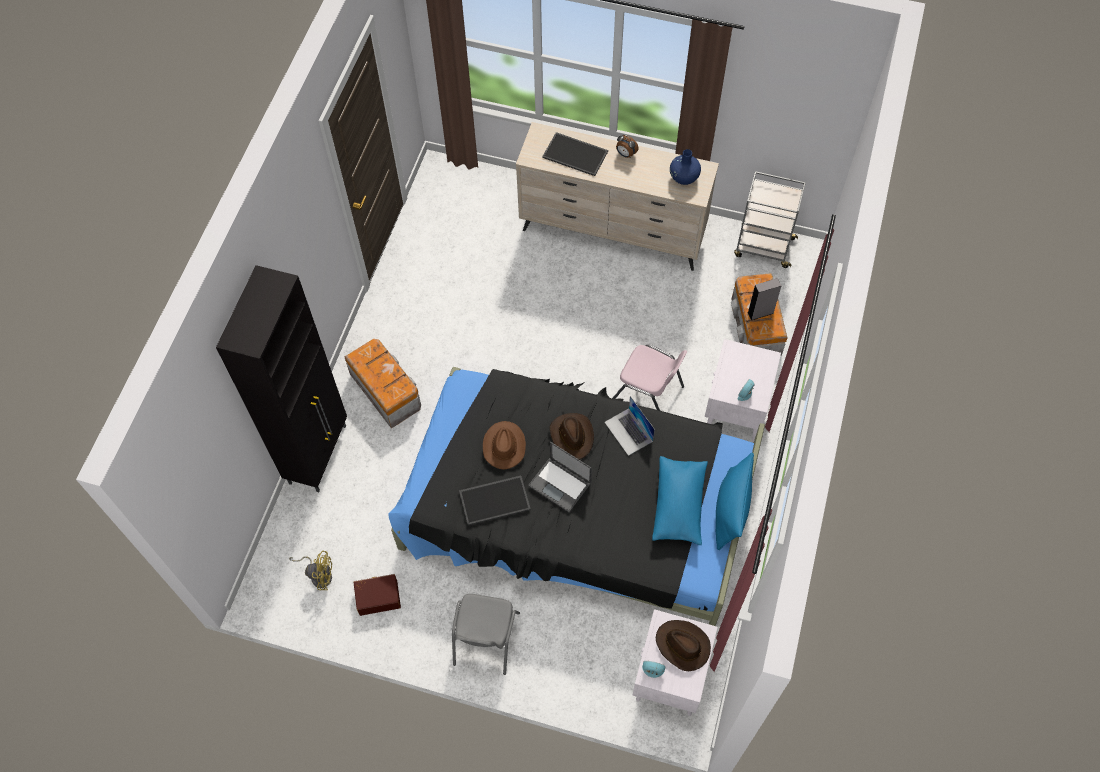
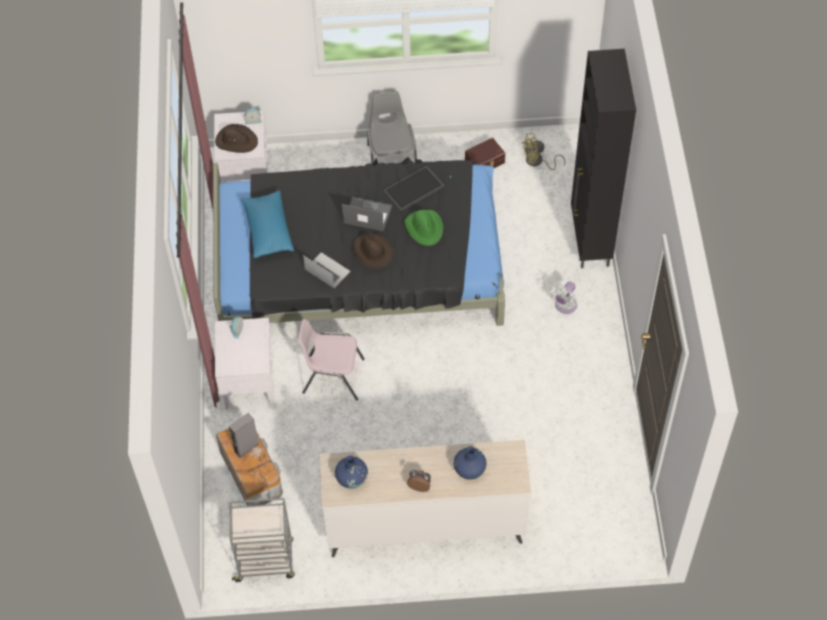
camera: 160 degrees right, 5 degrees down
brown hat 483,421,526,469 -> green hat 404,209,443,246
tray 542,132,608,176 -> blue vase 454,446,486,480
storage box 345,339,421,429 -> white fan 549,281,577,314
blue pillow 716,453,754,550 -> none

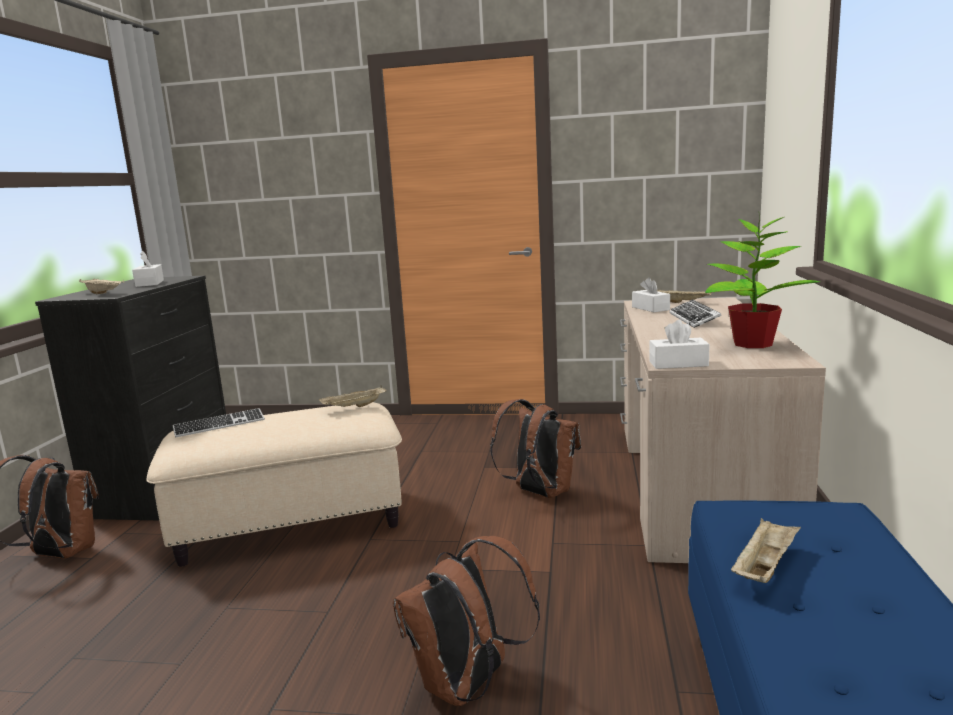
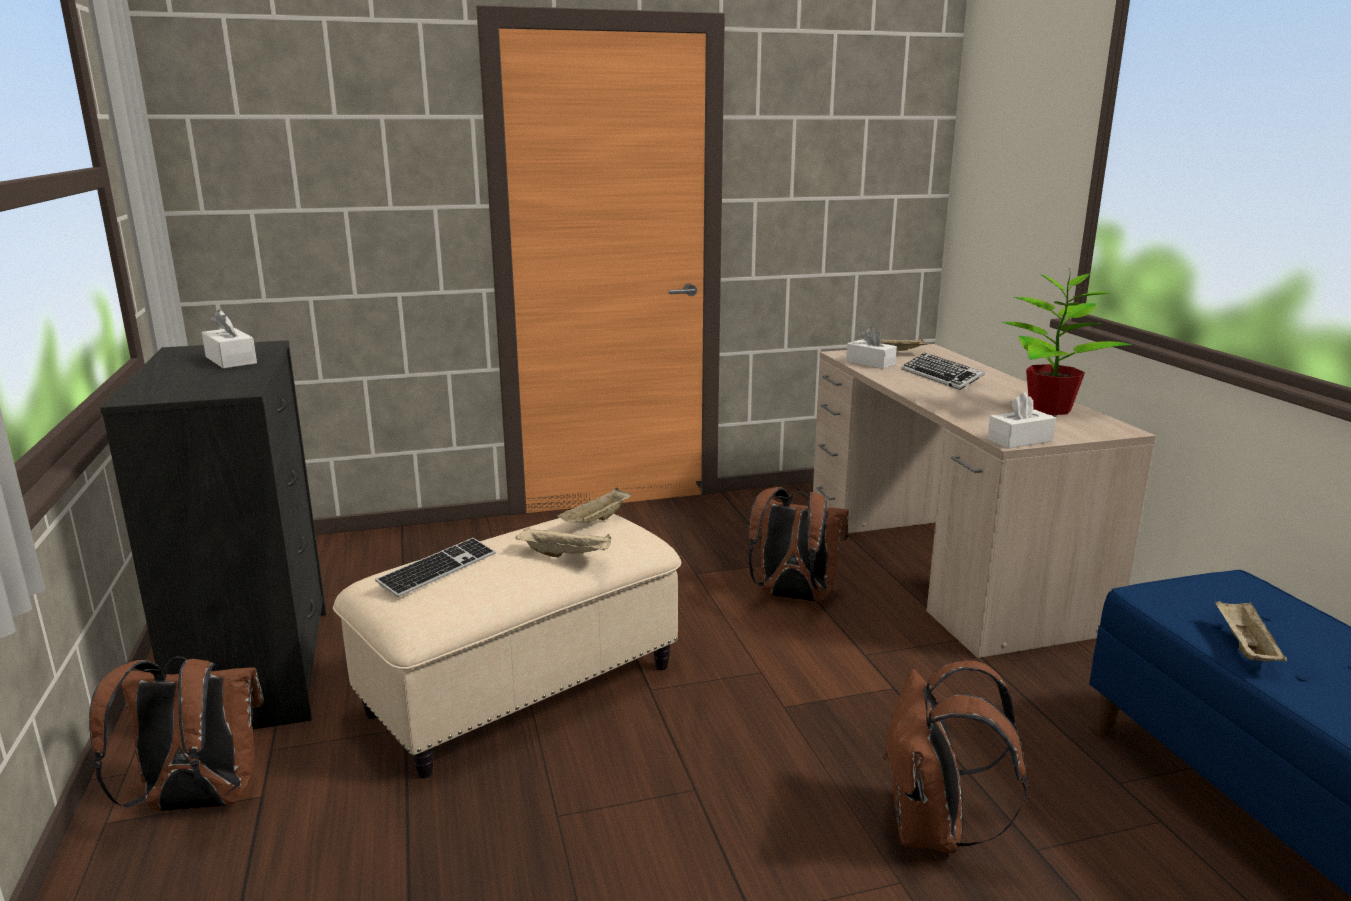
camera: 25 degrees left, 5 degrees up
beige tray 79,278,125,294 -> beige tray 516,527,611,558, shifted

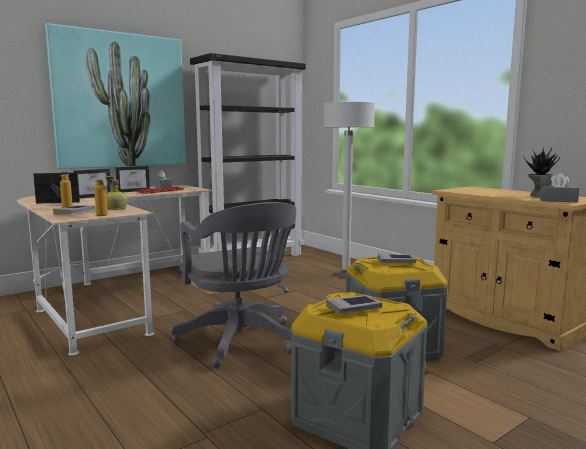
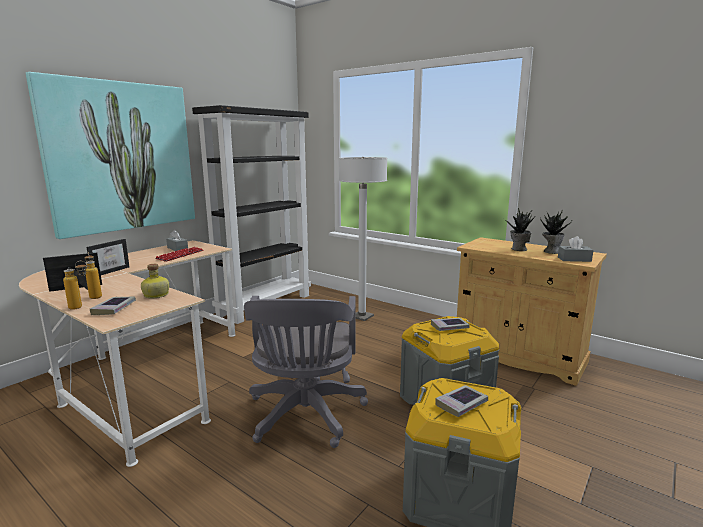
camera: 15 degrees left, 5 degrees up
bottle 94,171,115,216 -> bottle 63,261,87,310, shifted
grey office chair 172,202,296,367 -> grey office chair 244,296,368,448, 45 degrees clockwise
none -> potted plant 504,208,535,251
picture frame 115,166,150,193 -> none

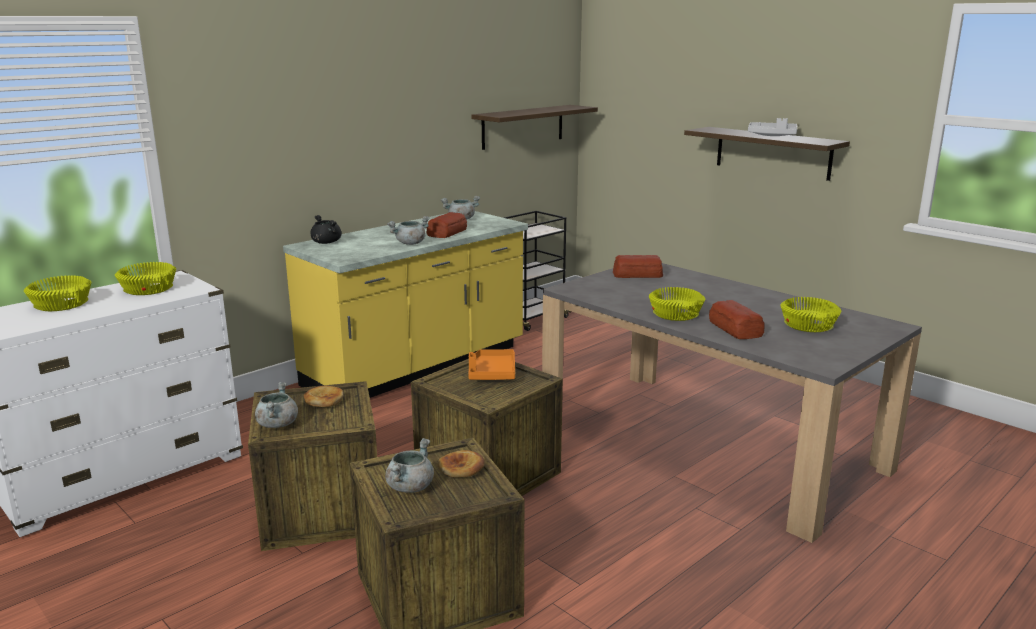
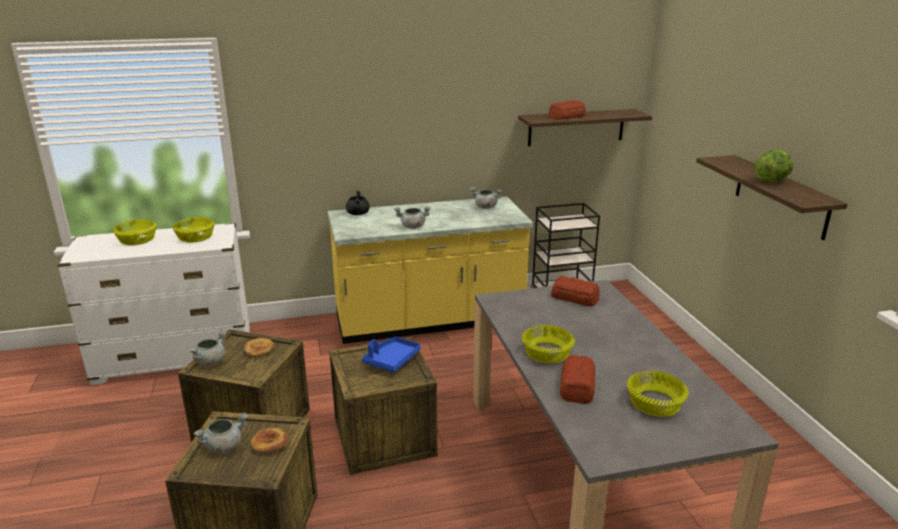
camera: 30 degrees right, 5 degrees up
orange tray 468,349,515,380 -> blue tray 362,337,421,373
bread 427,212,467,238 -> bread 549,100,586,120, shifted
grey tray 748,118,797,136 -> lettuce 754,149,793,182

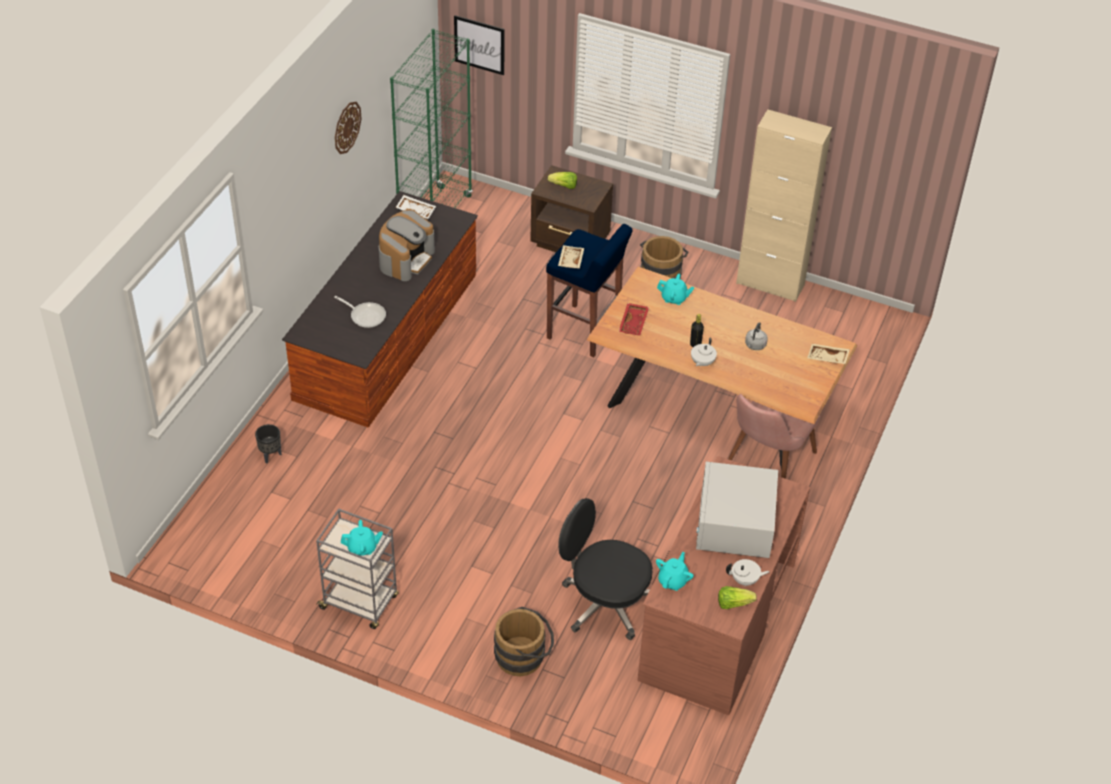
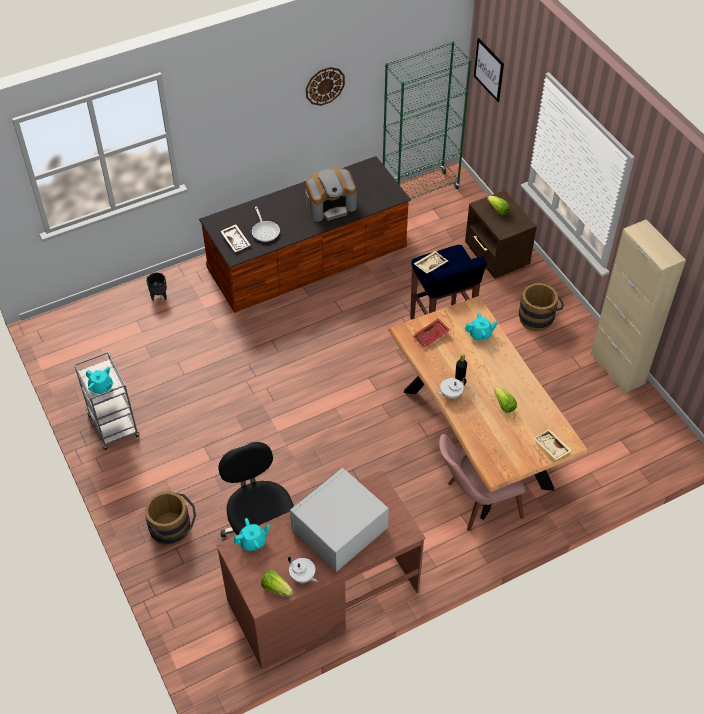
camera: 40 degrees right, 5 degrees up
white tray 396,195,436,219 -> white tray 220,224,250,252, shifted
turquoise teapot 657,274,694,305 -> turquoise teapot 465,312,498,340, 60 degrees counterclockwise
grey kettle 745,322,768,350 -> lettuce 494,386,517,413

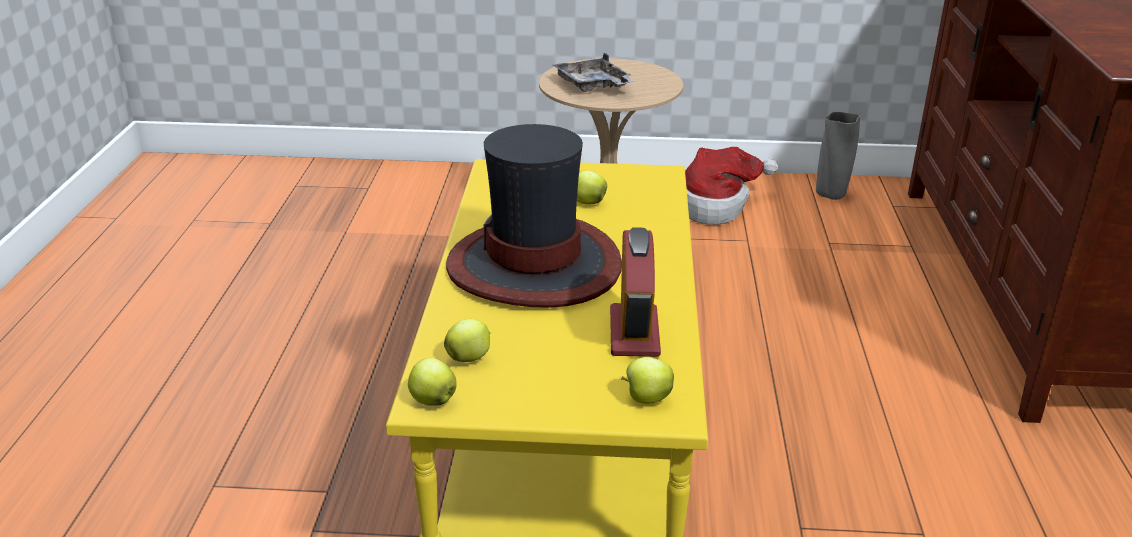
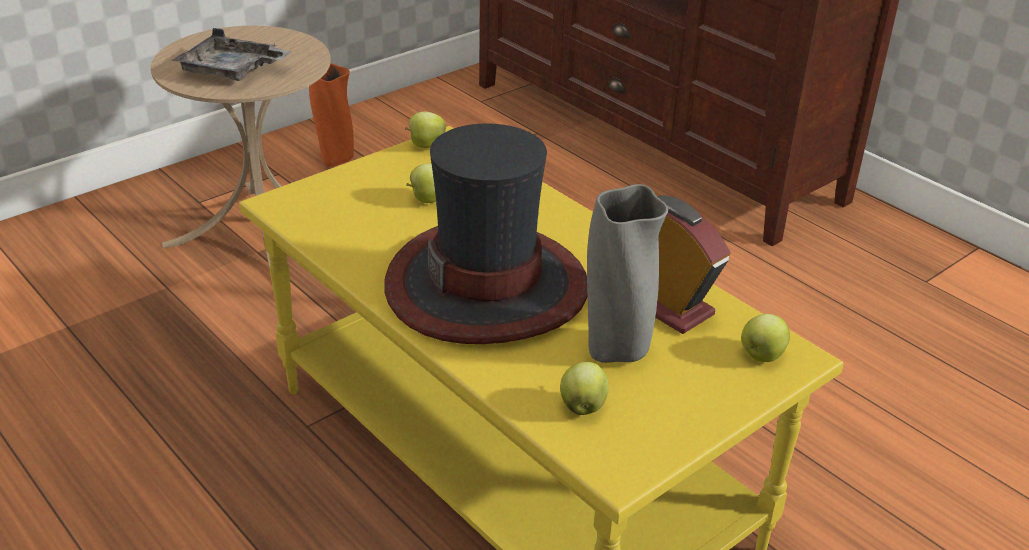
camera: 45 degrees left, 5 degrees up
hat 685,147,778,225 -> orange vase 309,63,354,167
apple 408,358,457,406 -> apple 405,112,446,148, shifted
grey vase 816,111,860,200 -> grey vase 587,184,668,363, shifted

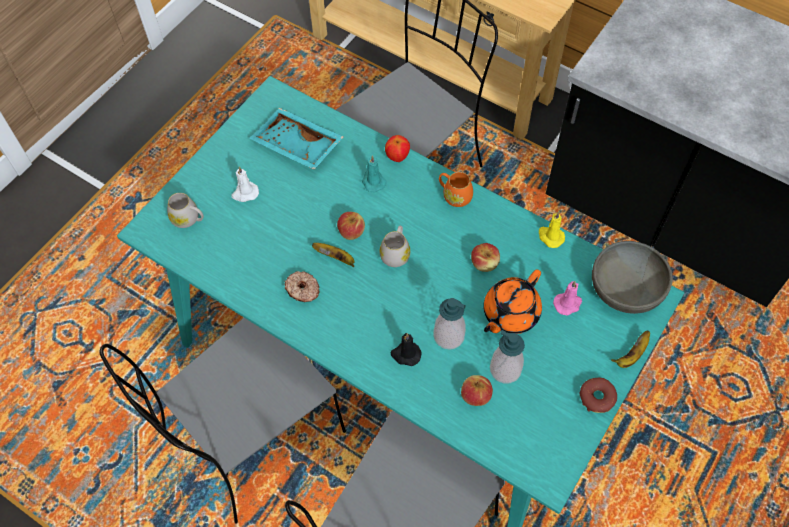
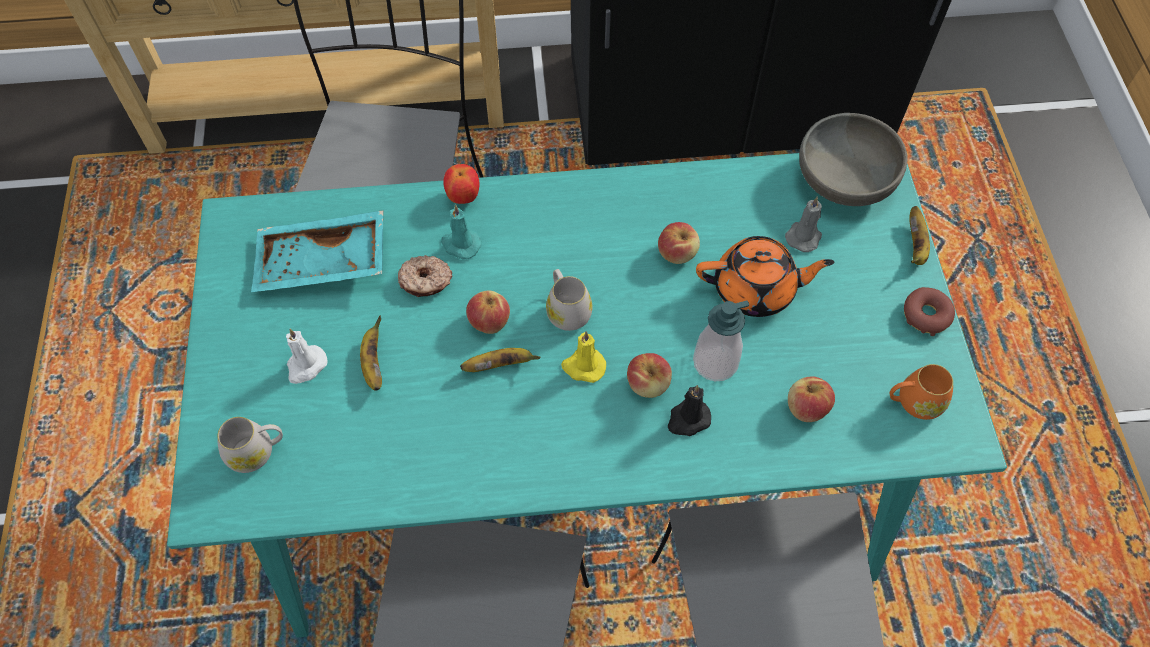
camera: 40 degrees left, 0 degrees up
none -> banana 360,315,382,391
donut 284,271,319,302 -> donut 398,255,452,297, shifted
yellow candle 539,212,565,248 -> yellow candle 561,331,606,383, shifted
none -> apple 627,353,672,398
orange teapot 483,269,542,334 -> orange teapot 696,236,835,317, 90 degrees counterclockwise
pink candle 553,281,582,316 -> grey candle 785,196,822,252
orange mug 439,172,473,207 -> orange mug 890,364,953,420, shifted
soap dispenser 490,330,525,384 -> none

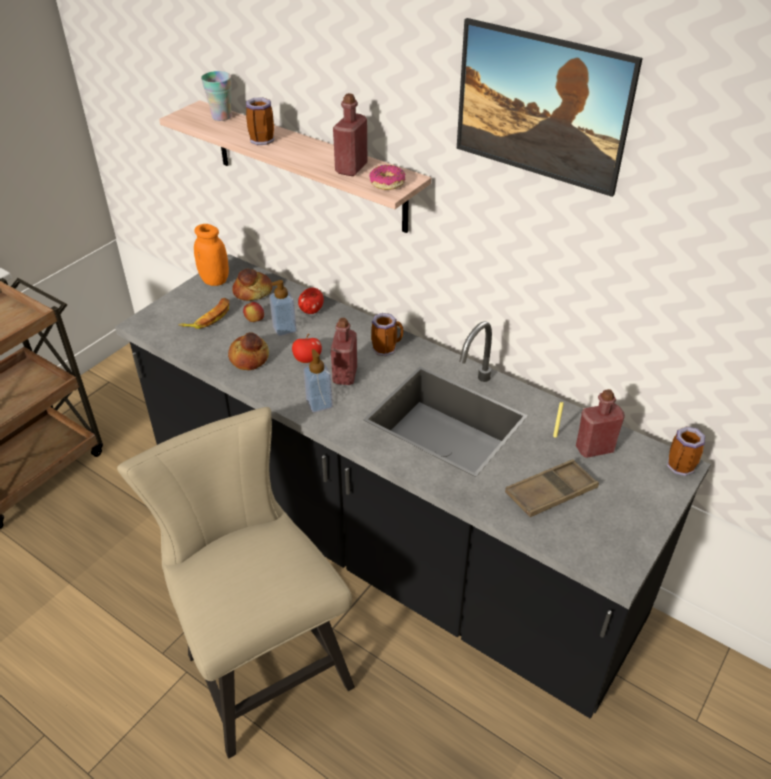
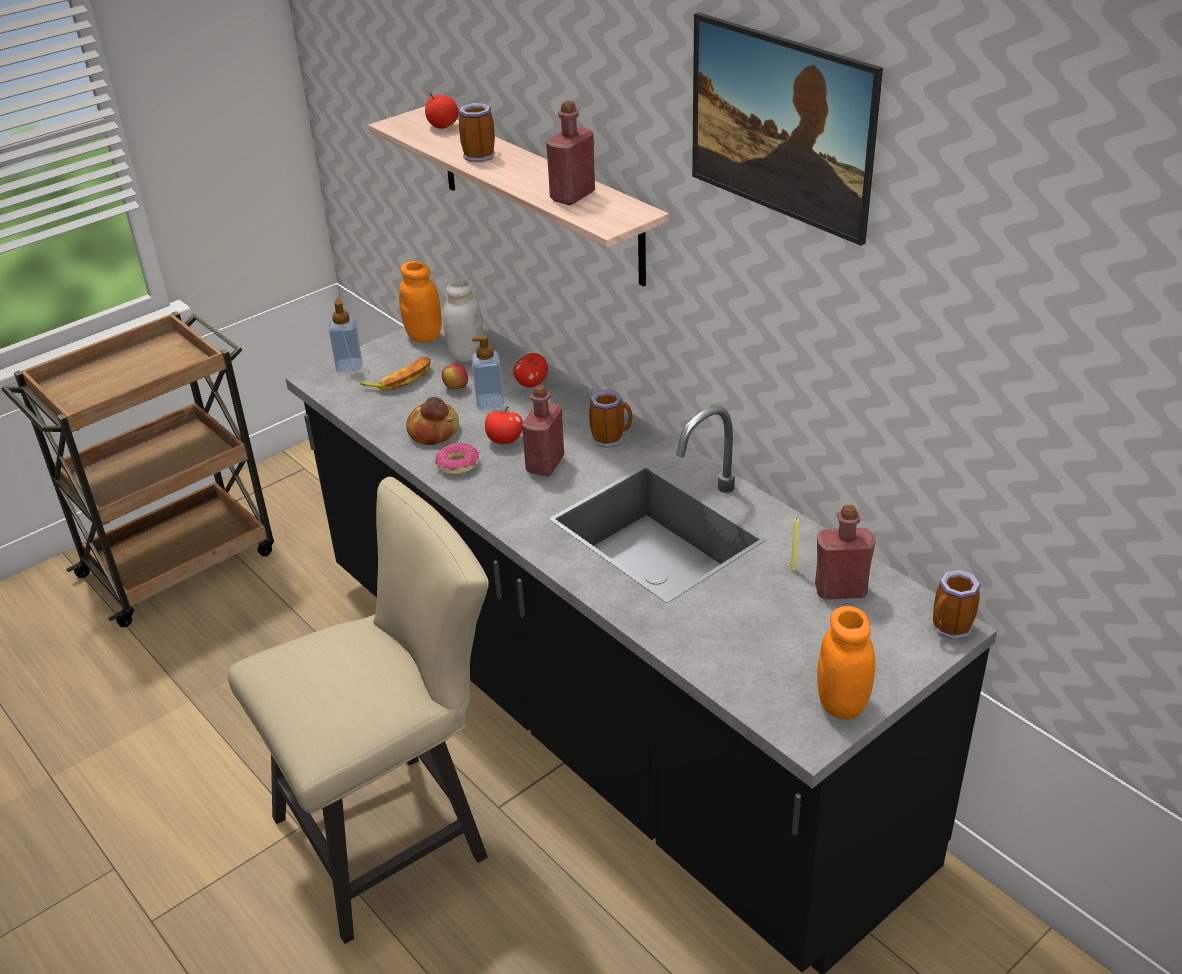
camera: 15 degrees right, 5 degrees down
beige chair 117,407,355,759 -> beige chair 228,477,489,944, 75 degrees clockwise
soap dispenser 304,349,333,412 -> soap dispenser 329,298,362,372, shifted
cup 201,71,232,121 -> apple 425,93,459,129
donut 369,165,405,190 -> donut 435,443,479,475, shifted
bread 232,268,272,301 -> white jar 443,278,483,362
none -> orange jar 817,606,875,719
brown tray 505,459,599,517 -> none

